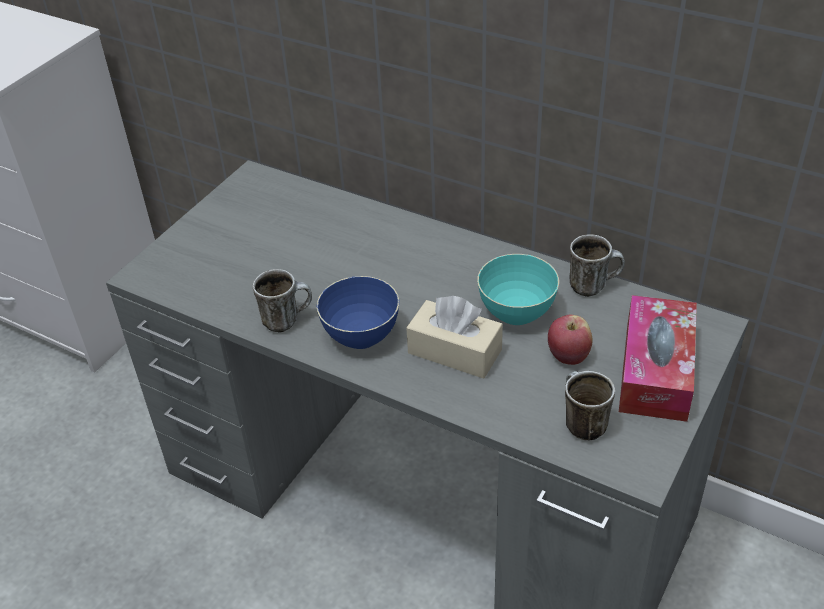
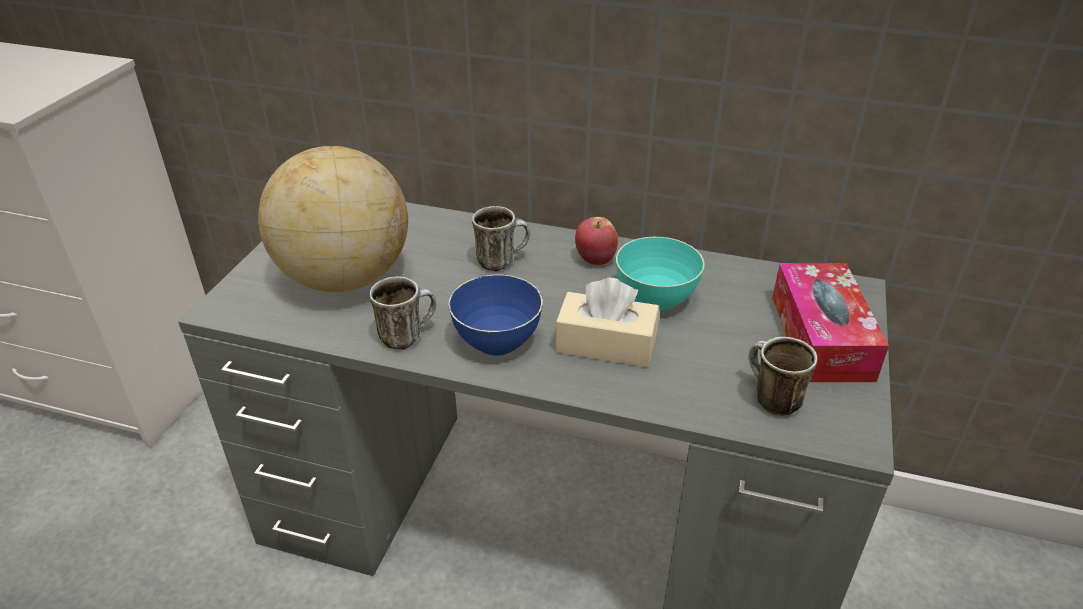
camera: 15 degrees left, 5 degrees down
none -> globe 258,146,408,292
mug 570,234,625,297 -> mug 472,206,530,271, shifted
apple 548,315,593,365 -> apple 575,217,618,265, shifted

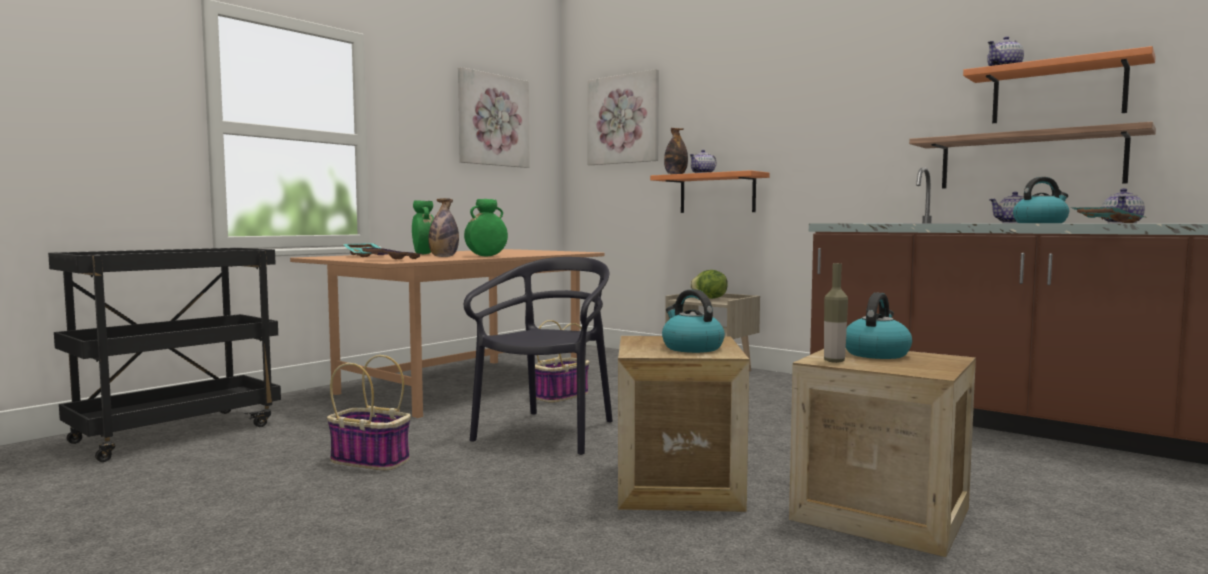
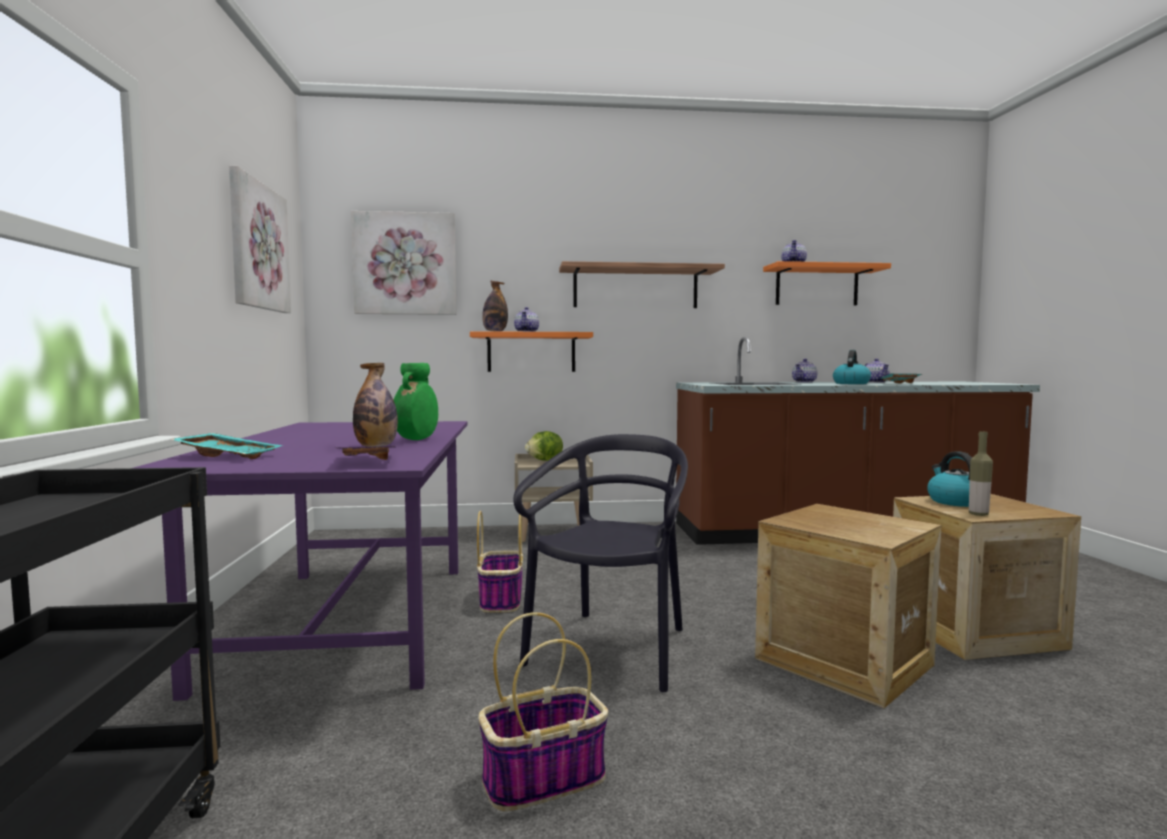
camera: 45 degrees left, 0 degrees up
brown dining table 290,249,605,418 -> purple dining table 134,421,467,701
black chair 464,257,613,455 -> black chair 513,434,688,693, 45 degrees clockwise
shelf 909,122,1156,189 -> shelf 559,261,725,308, shifted
green vase 412,200,434,254 -> none
kettle 662,289,725,353 -> none

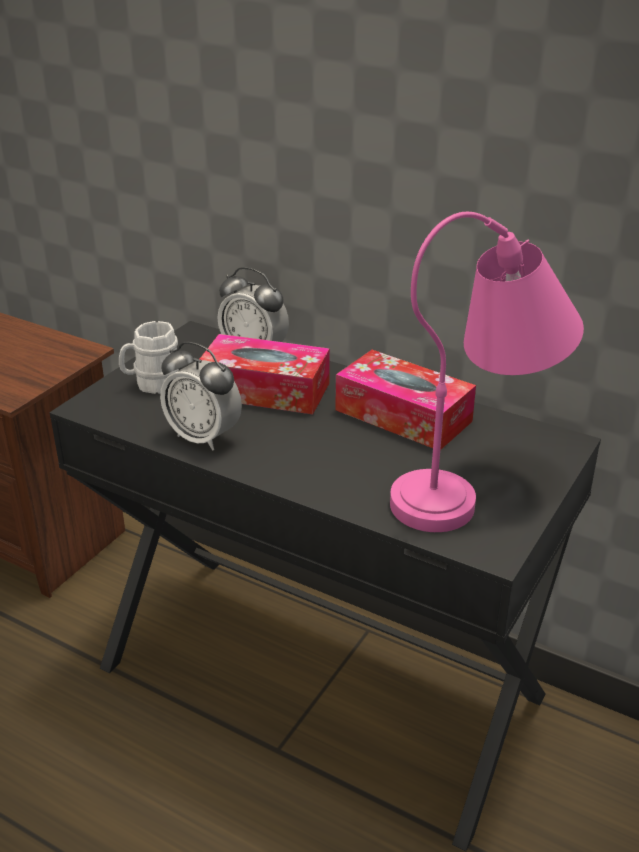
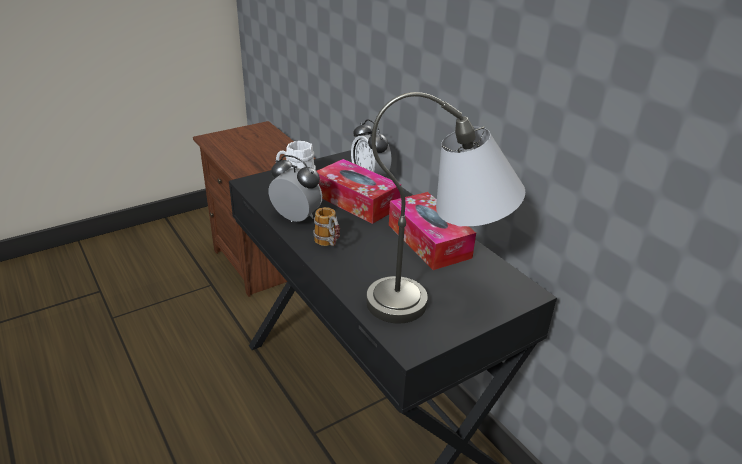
camera: 25 degrees right, 0 degrees up
alarm clock 160,342,242,451 -> alarm clock 268,155,322,222, 150 degrees clockwise
none -> mug 314,207,340,246
pink table lamp 390,212,584,532 -> grey table lamp 366,92,525,323

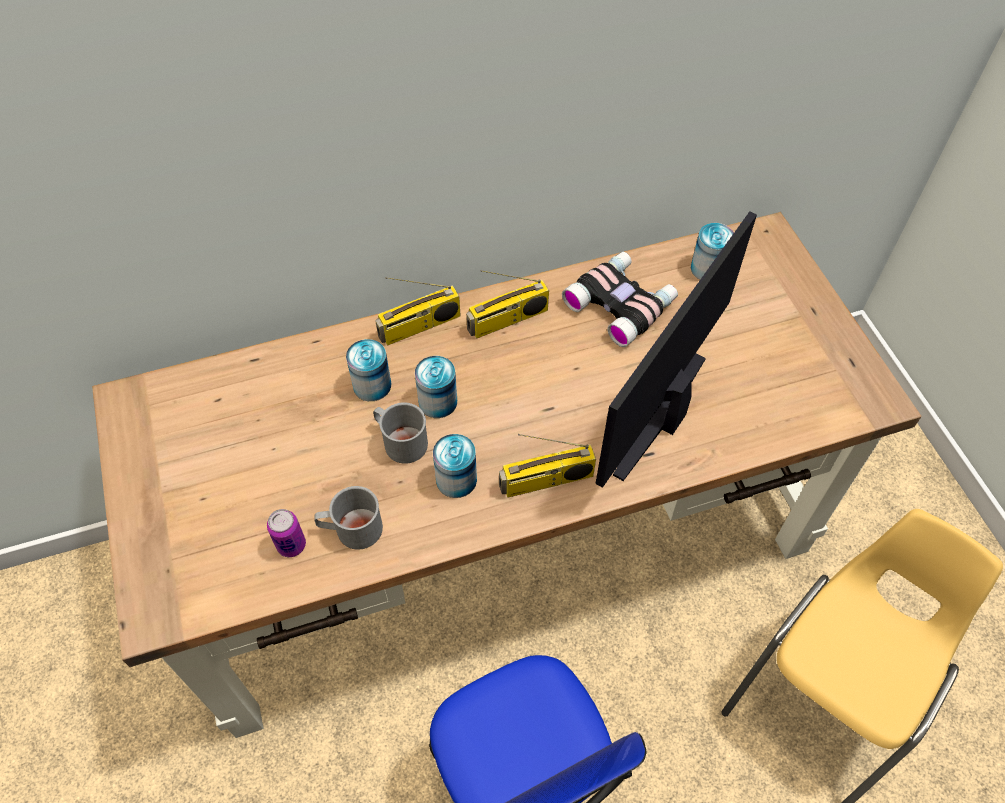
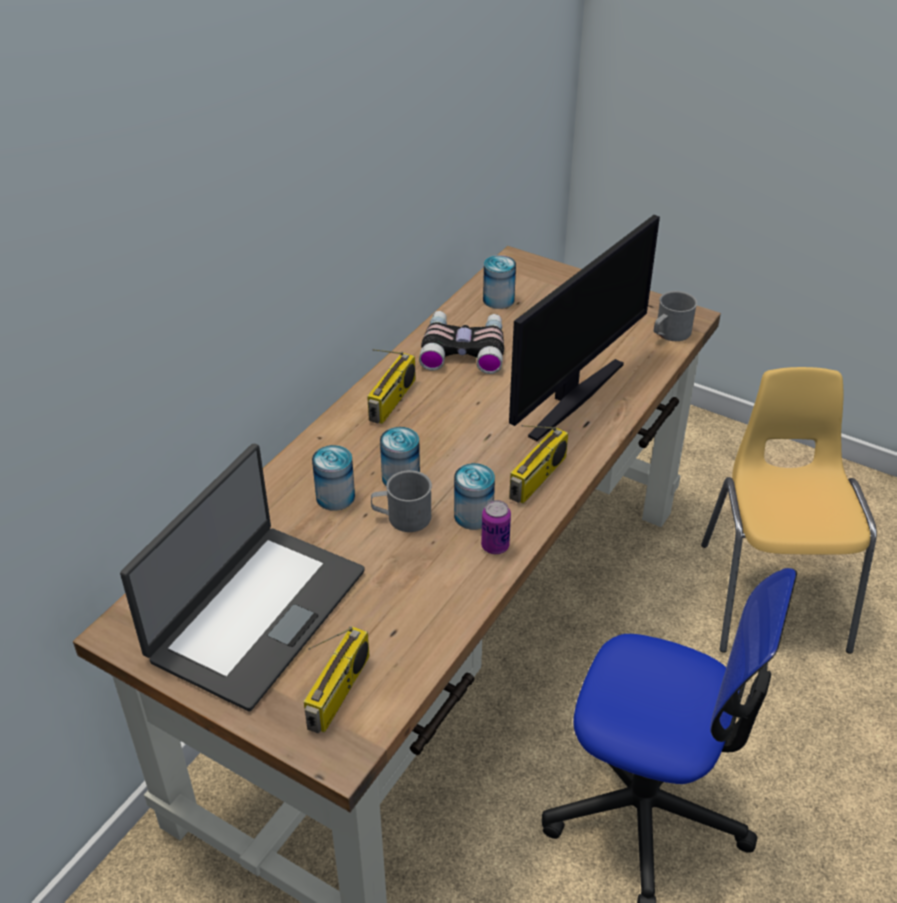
camera: 40 degrees left, 15 degrees down
none -> laptop 120,444,365,711
radio 375,277,461,345 -> radio 304,626,370,733, shifted
can 267,509,306,557 -> can 481,500,511,554, shifted
monitor 595,211,757,488 -> monitor 509,215,660,441, 135 degrees counterclockwise
grey mug 314,486,383,550 -> grey mug 654,291,697,341, shifted

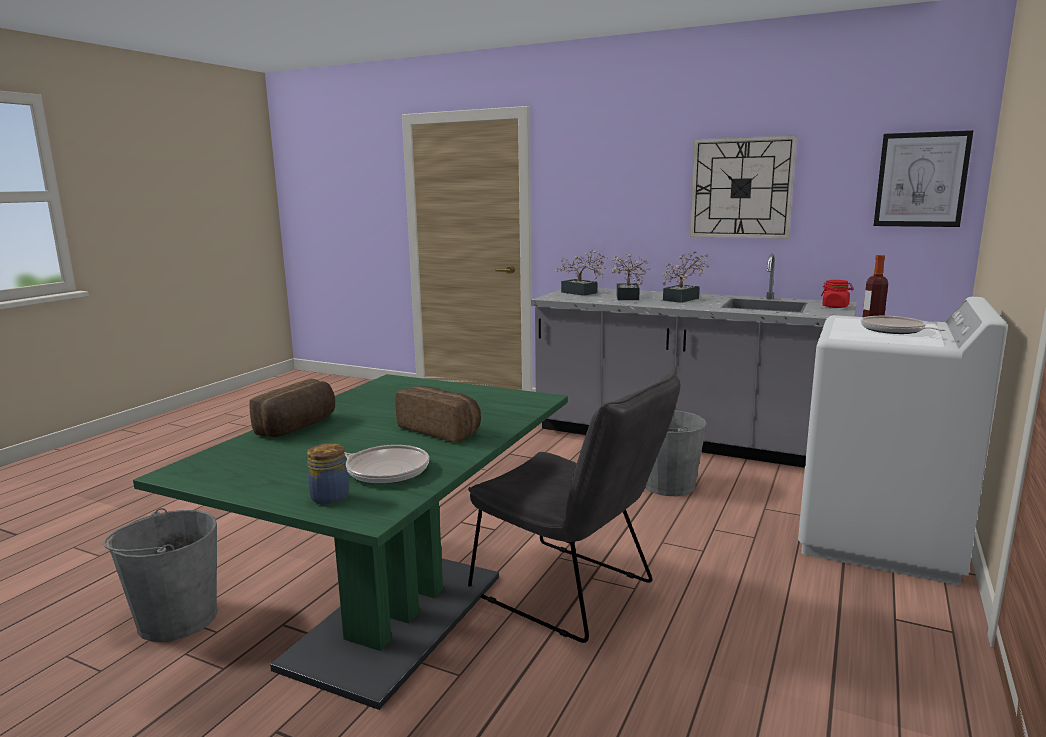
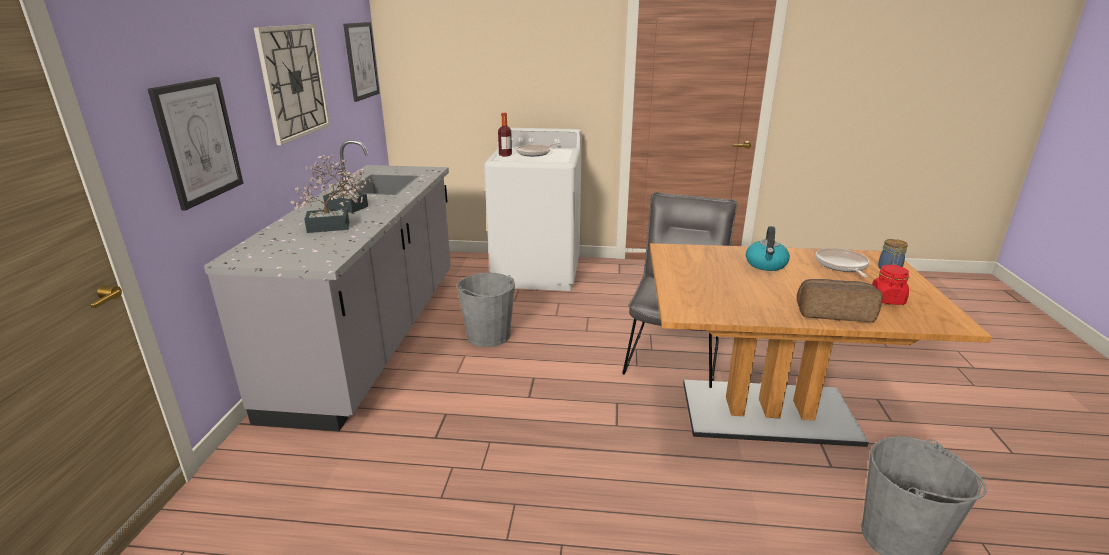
camera: 110 degrees left, 10 degrees up
none -> picture 148,77,243,211
green dining table 133,374,568,710 -> brown dining table 650,243,992,447
bread 395,386,481,443 -> kettle 746,226,790,271
red jar 821,280,854,308 -> red jar 872,265,909,305, shifted
potted plant 555,250,608,296 -> none

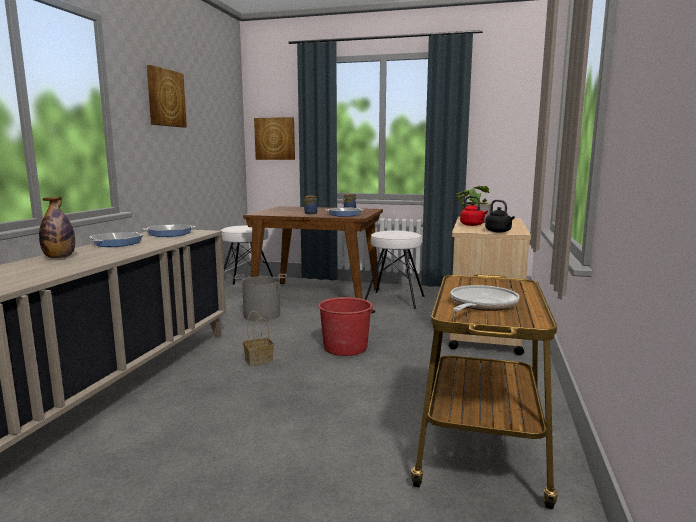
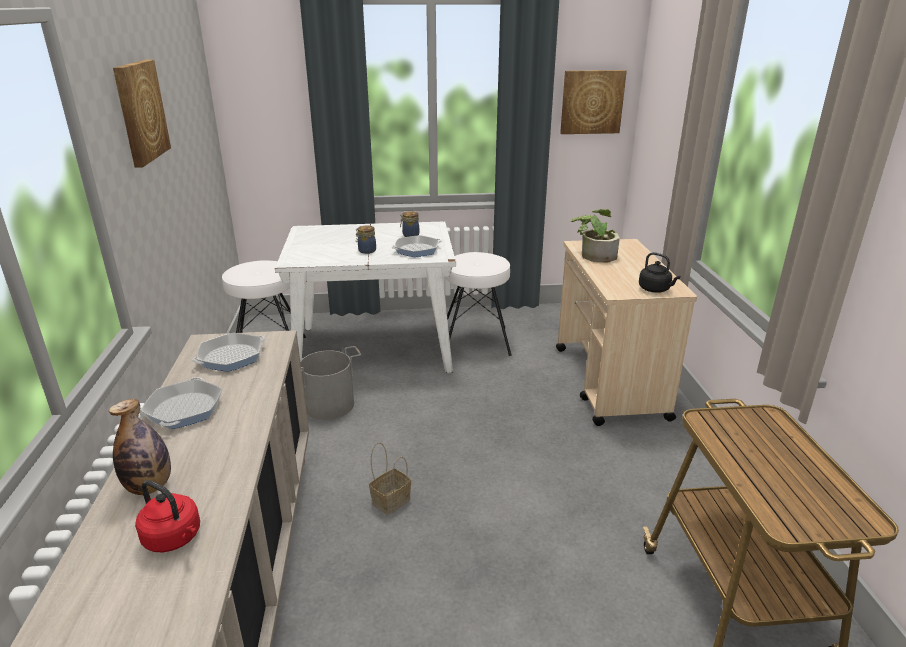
camera: 20 degrees left, 15 degrees up
red kettle 460,196,488,226 -> red kettle 135,480,200,552, shifted
brown dining table 243,206,383,299 -> white dining table 275,221,456,373
picture 254,117,295,160 -> picture 560,70,627,134, shifted
red bucket 318,297,375,356 -> none
frying pan 450,285,520,311 -> none

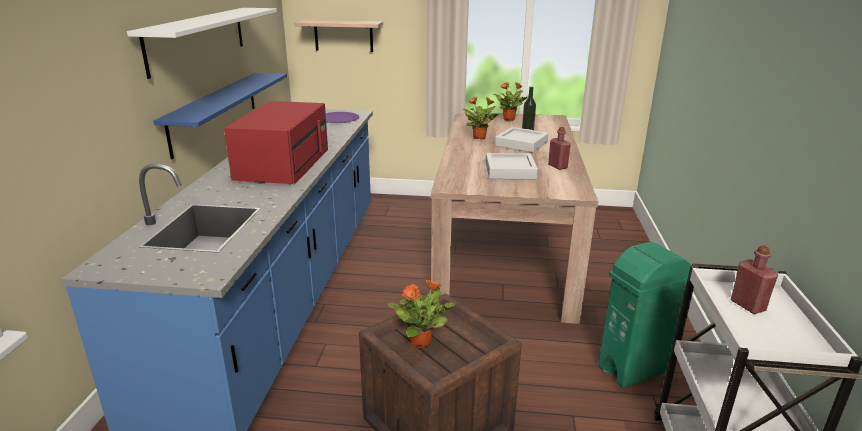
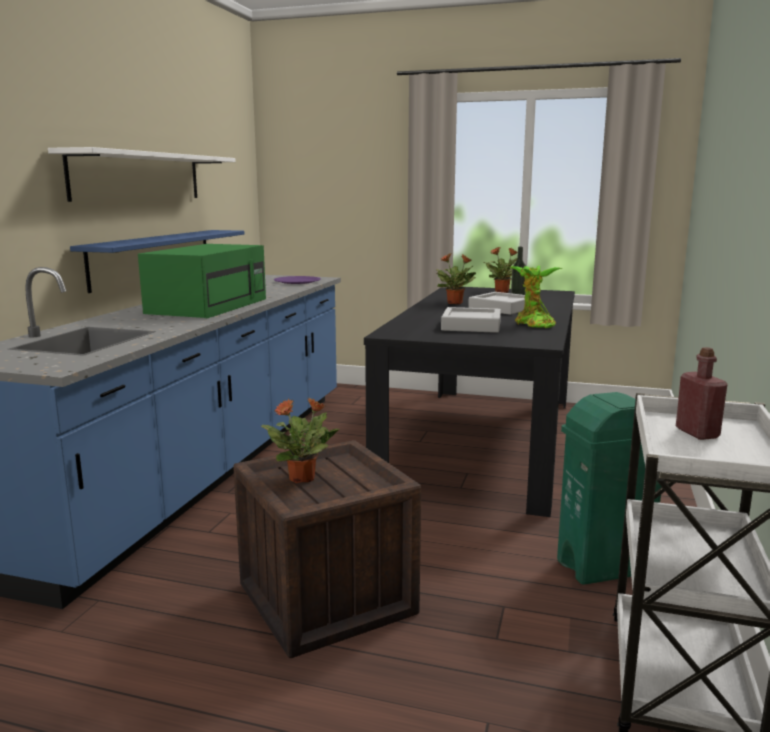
camera: 10 degrees right, 10 degrees down
red microwave 224,101,328,185 -> green microwave 138,244,266,318
beige dining table 431,112,598,324 -> black dining table 364,287,575,517
red bottle 548,127,571,170 -> potted plant 510,265,562,328
shelf 294,20,383,52 -> none

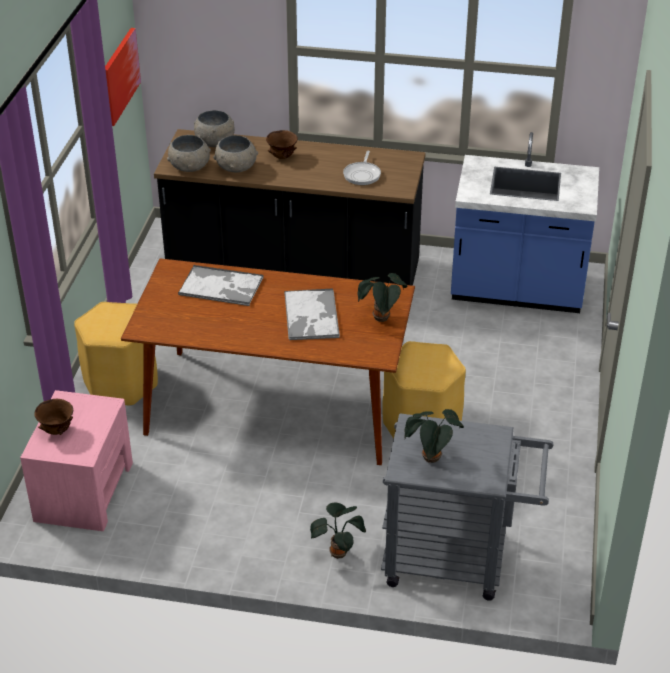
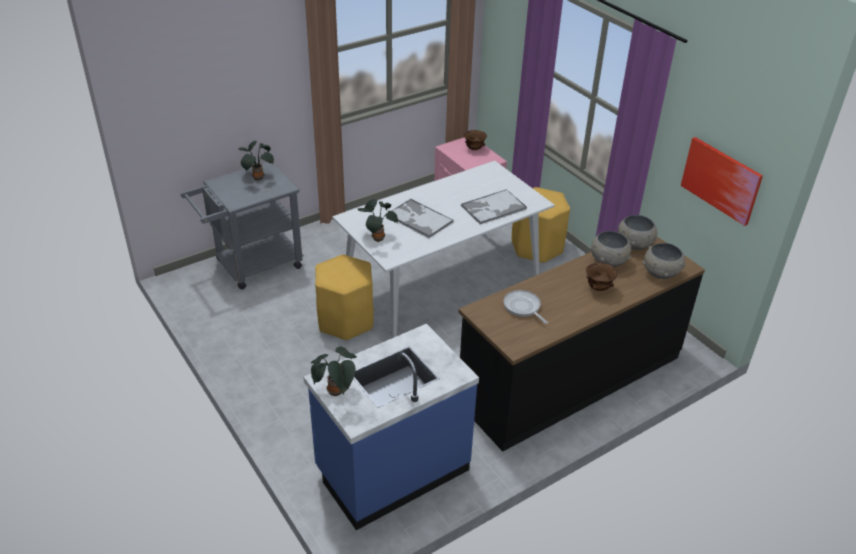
camera: 135 degrees right, 0 degrees up
potted plant 310,502,366,559 -> potted plant 311,347,357,396, shifted
brown dining table 121,258,415,465 -> white dining table 332,161,555,338

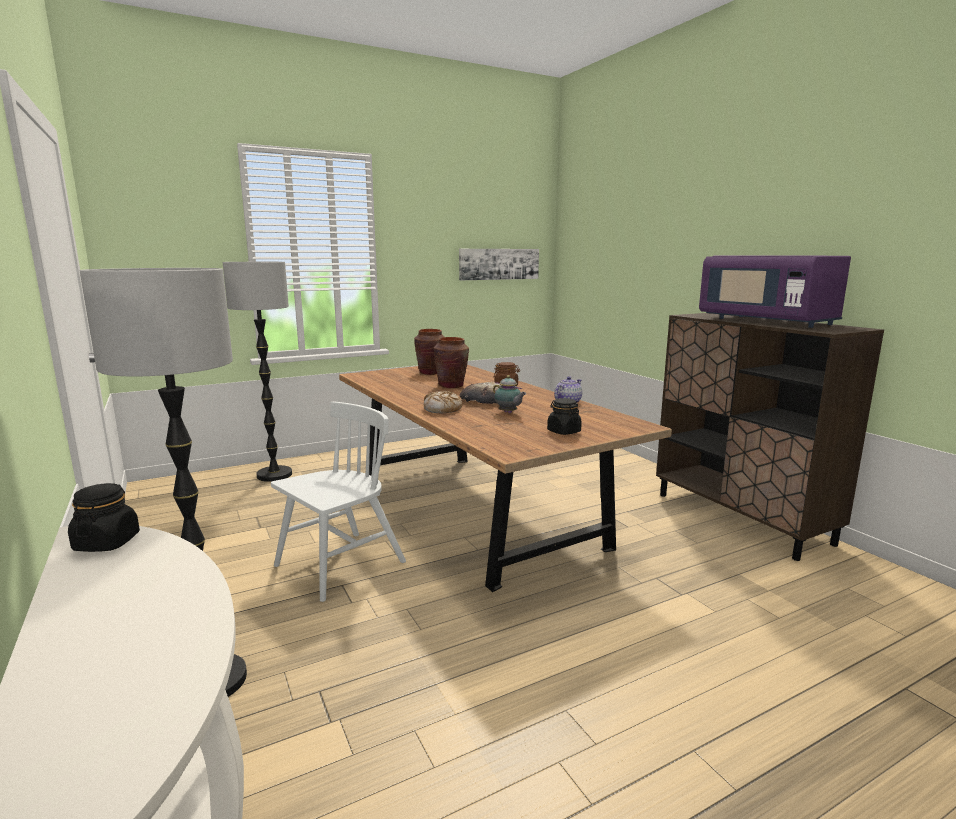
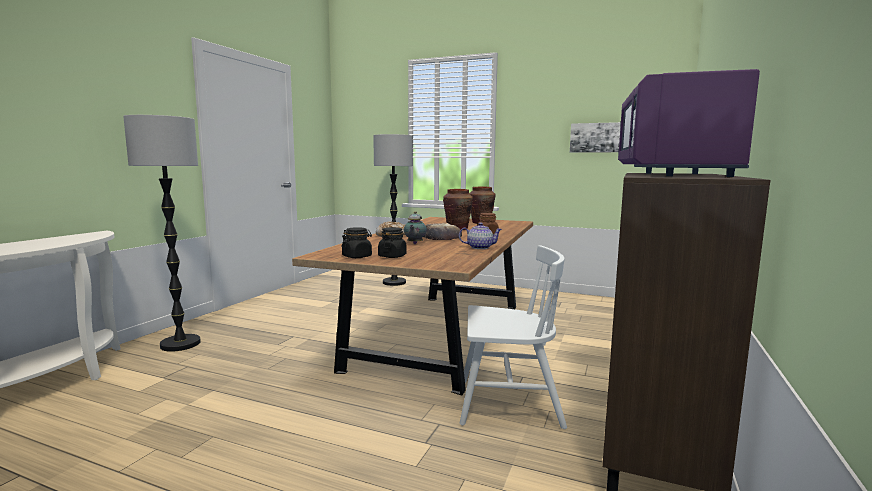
camera: 50 degrees right, 5 degrees down
black jar 68,483,140,552 -> black jar 342,227,372,258, shifted
white chair 271,401,406,602 -> white chair 460,245,567,429, shifted

